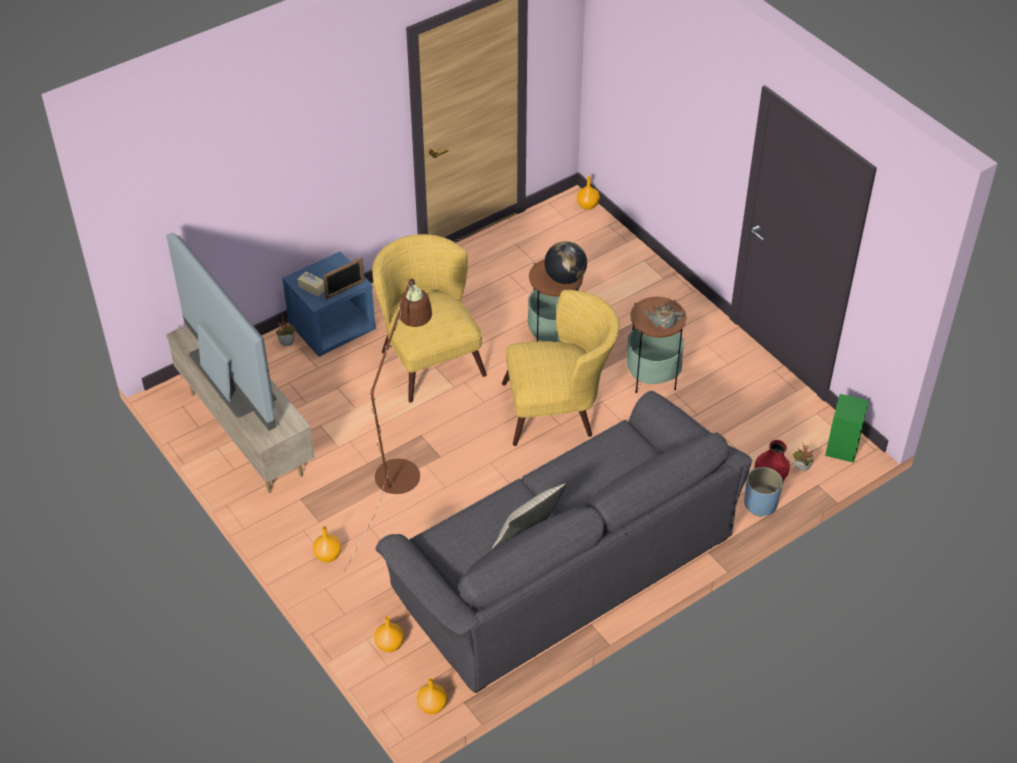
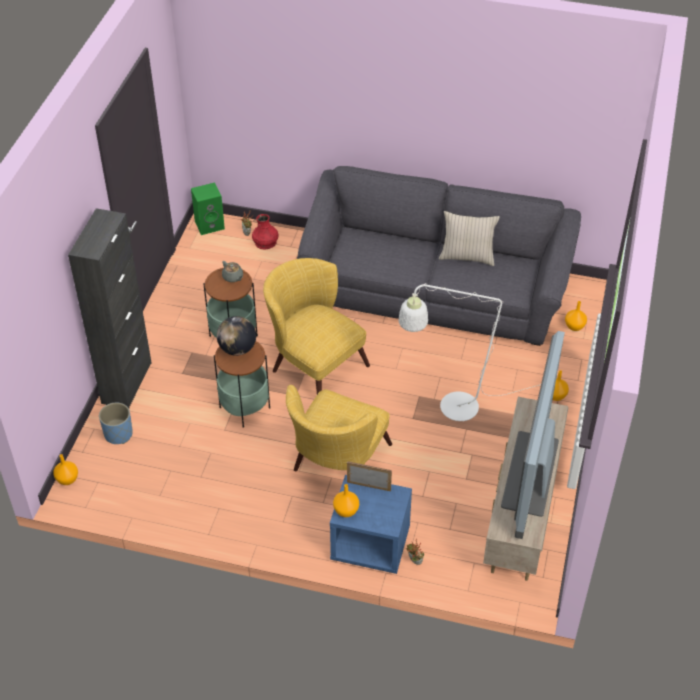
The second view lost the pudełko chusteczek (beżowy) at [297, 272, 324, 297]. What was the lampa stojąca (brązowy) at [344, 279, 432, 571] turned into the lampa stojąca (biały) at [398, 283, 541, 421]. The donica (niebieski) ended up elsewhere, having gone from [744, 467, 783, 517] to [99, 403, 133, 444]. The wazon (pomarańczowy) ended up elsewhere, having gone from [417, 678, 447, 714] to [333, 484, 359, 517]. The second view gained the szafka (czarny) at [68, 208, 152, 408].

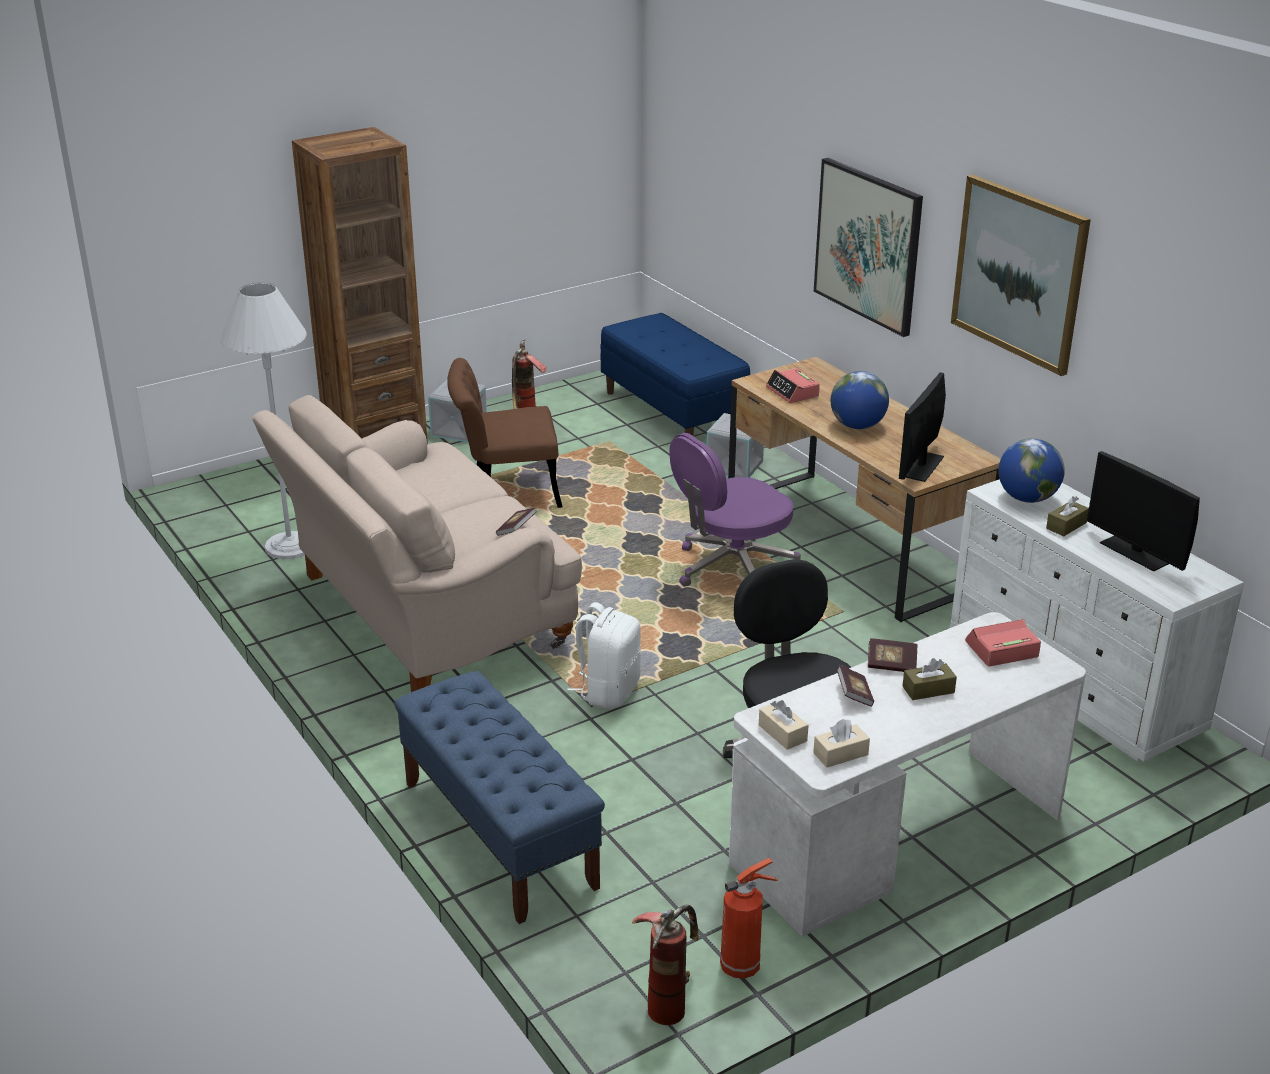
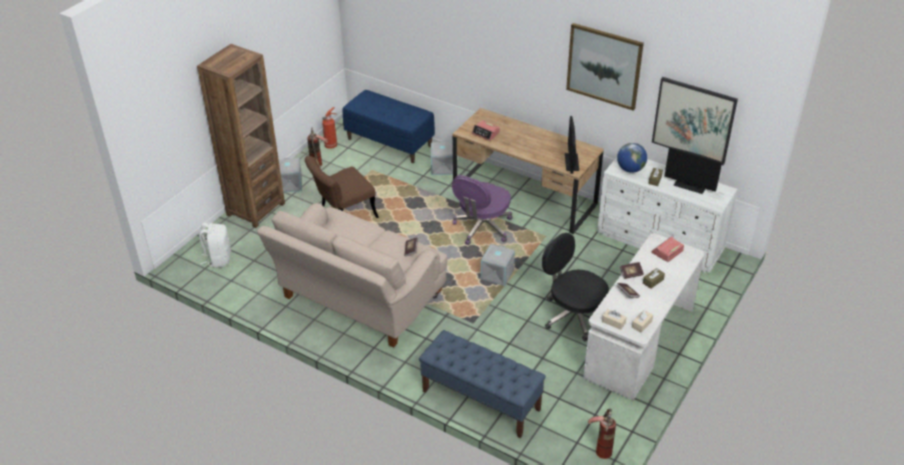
The obraz ended up elsewhere, having gone from [814, 158, 923, 337] to [652, 77, 738, 165]. The second view lost the lampa stojąca (biały) at [220, 283, 307, 559]. The second view lost the globus at [831, 371, 889, 429]. The plecak (biały) ended up elsewhere, having gone from [567, 602, 641, 709] to [199, 223, 231, 268]. The gaśnica ended up elsewhere, having gone from [720, 858, 778, 979] to [322, 107, 337, 149]. The second view gained the pojemnik do przechowywania (szary) at [480, 244, 515, 286].

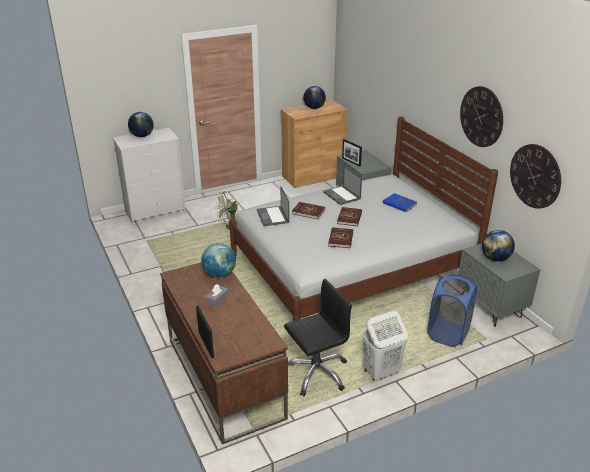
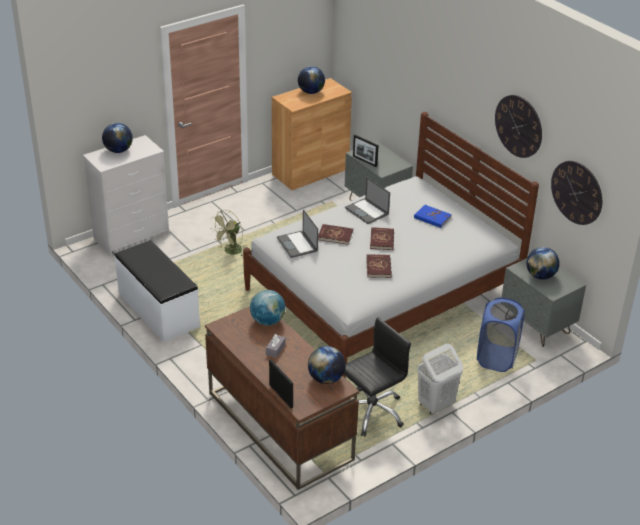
The second view gained the ławka (biały) at [115, 240, 200, 342]. The second view gained the globus at [308, 346, 346, 384].

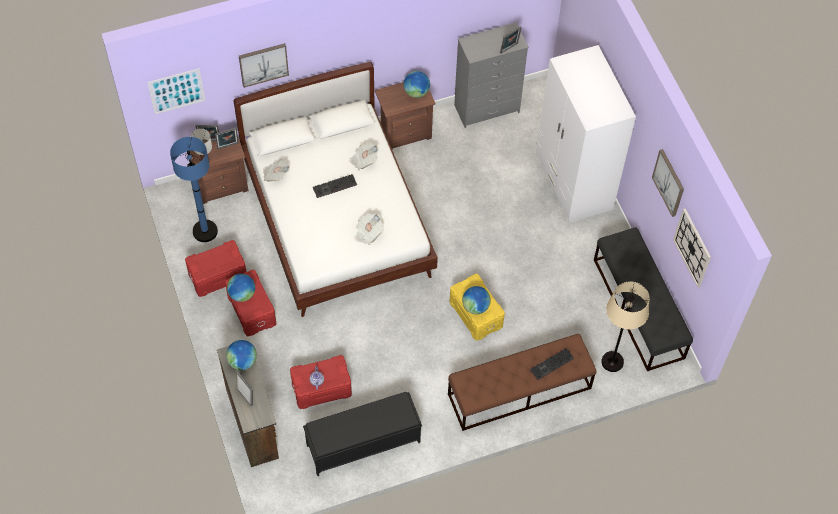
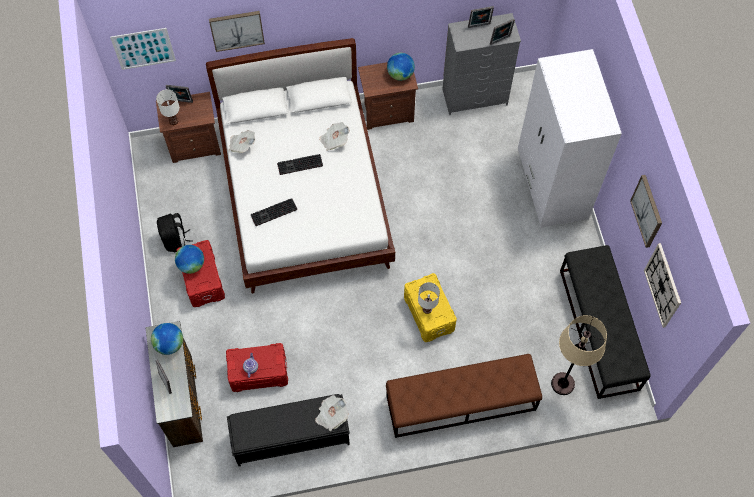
The ramka na zdjęcie ended up elsewhere, having gone from [215, 128, 238, 149] to [468, 6, 494, 28]. The second view lost the lampa stojąca (niebieski) at [170, 137, 218, 242]. The gazeta ended up elsewhere, having gone from [354, 213, 384, 245] to [315, 395, 348, 431]. Where the pojemnik do przechowywania (czerwony) stood at [185, 240, 246, 297], the plecak (czarny) came to stand at [157, 213, 193, 252]. Where the globus stood at [462, 286, 491, 314], the lampa stołowa (biały) came to stand at [418, 282, 440, 314]. The klawiatura ended up elsewhere, having gone from [530, 348, 574, 380] to [251, 198, 297, 226].

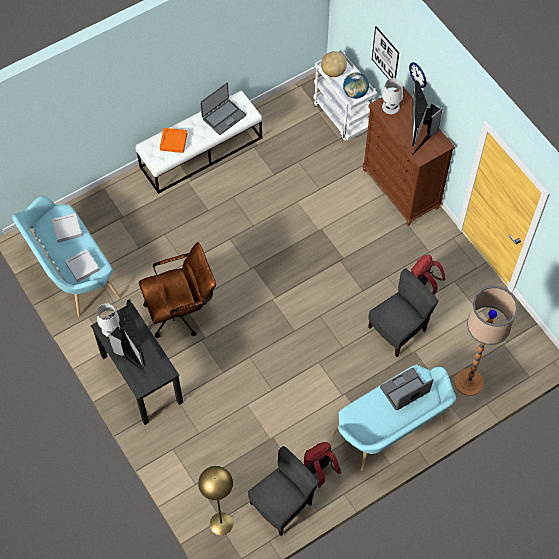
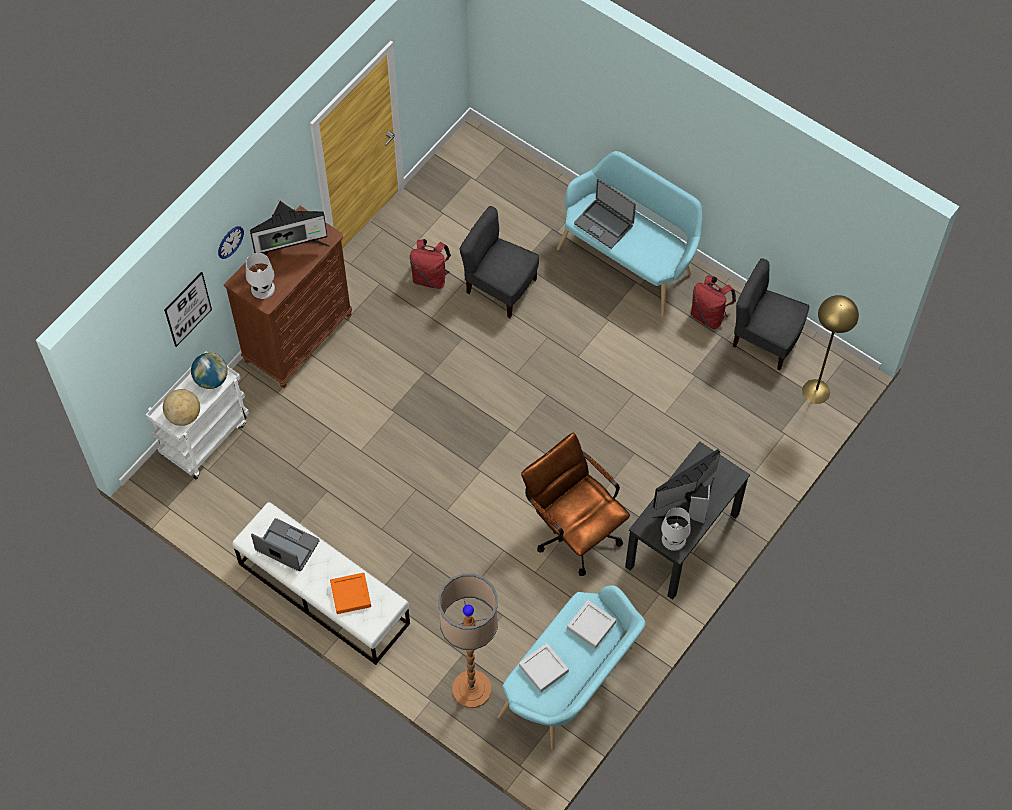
The lampa stojąca ended up elsewhere, having gone from [454, 286, 518, 396] to [438, 573, 498, 708].

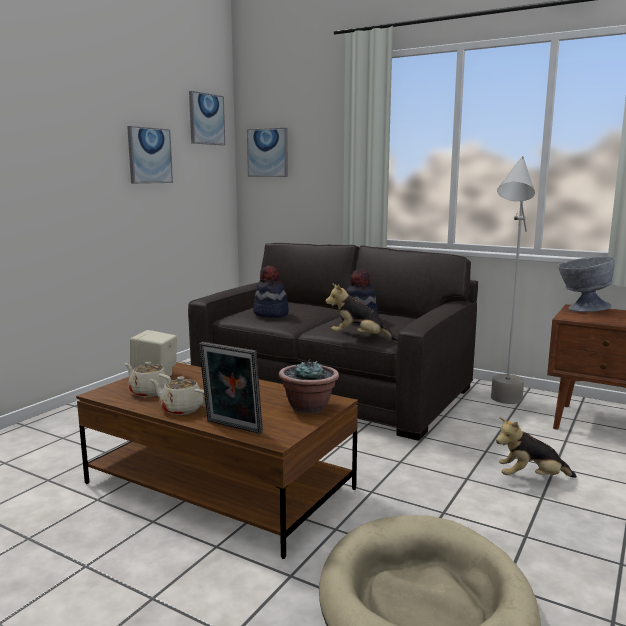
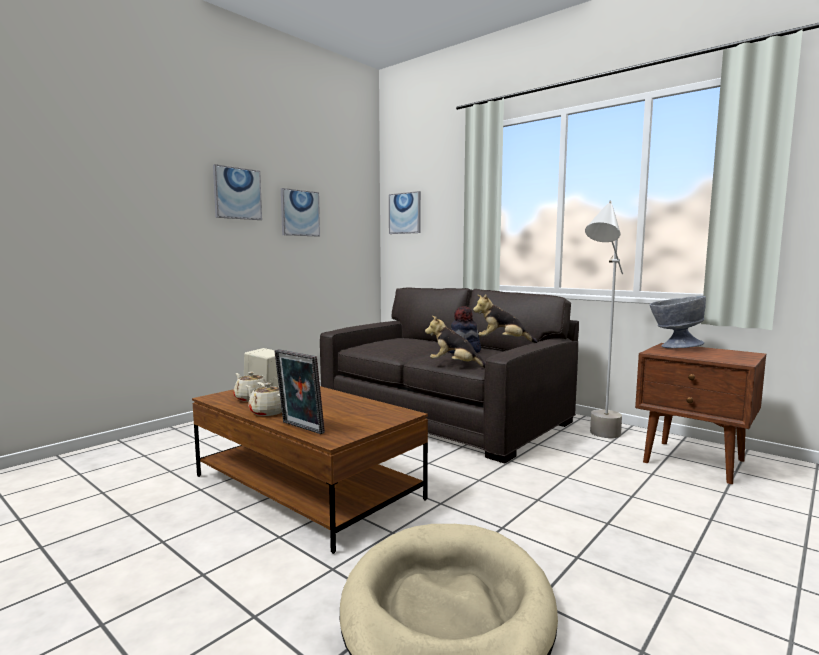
The obraz ended up elsewhere, having gone from [189, 91, 225, 145] to [213, 164, 262, 220]. The second view lost the kapelusz at [253, 265, 289, 318]. The second view lost the roślina doniczkowa at [278, 359, 339, 413]. The pluszak ended up elsewhere, having gone from [496, 417, 577, 478] to [473, 295, 538, 343].

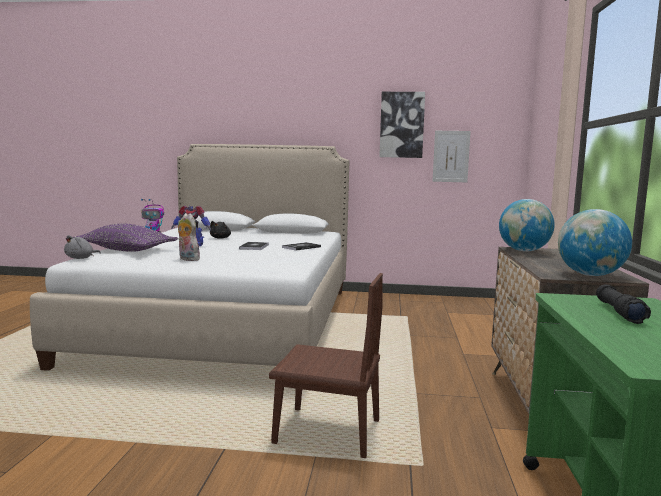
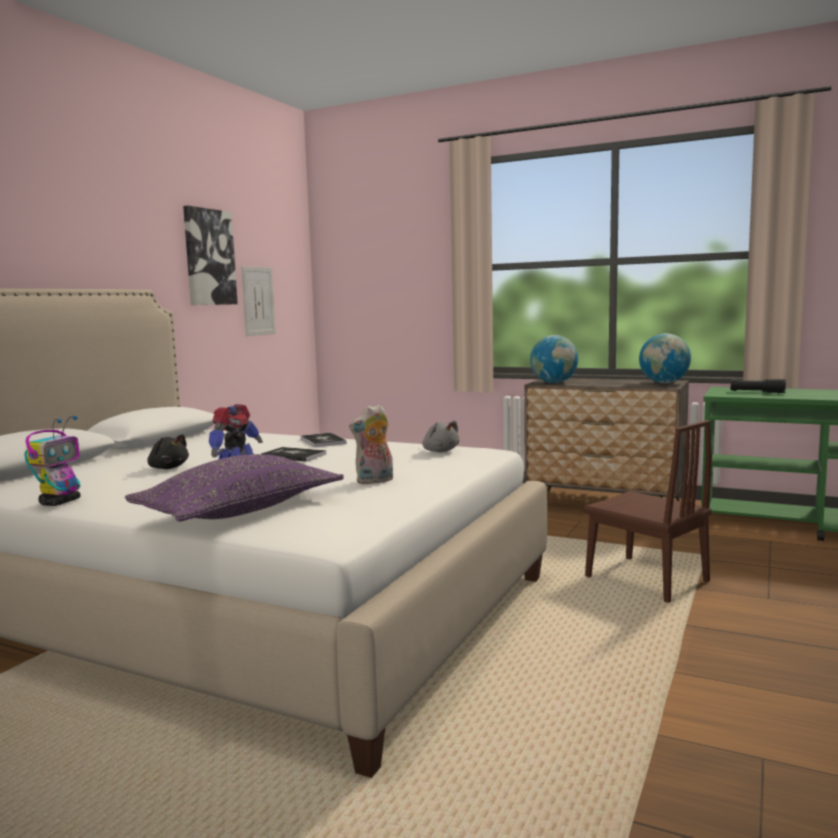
The pluszak (szary) ended up elsewhere, having gone from [64, 235, 101, 259] to [422, 421, 459, 452]. The krzesło (brązowy) at [269, 273, 383, 458] ended up facing another way, 105 degrees clockwise from before.

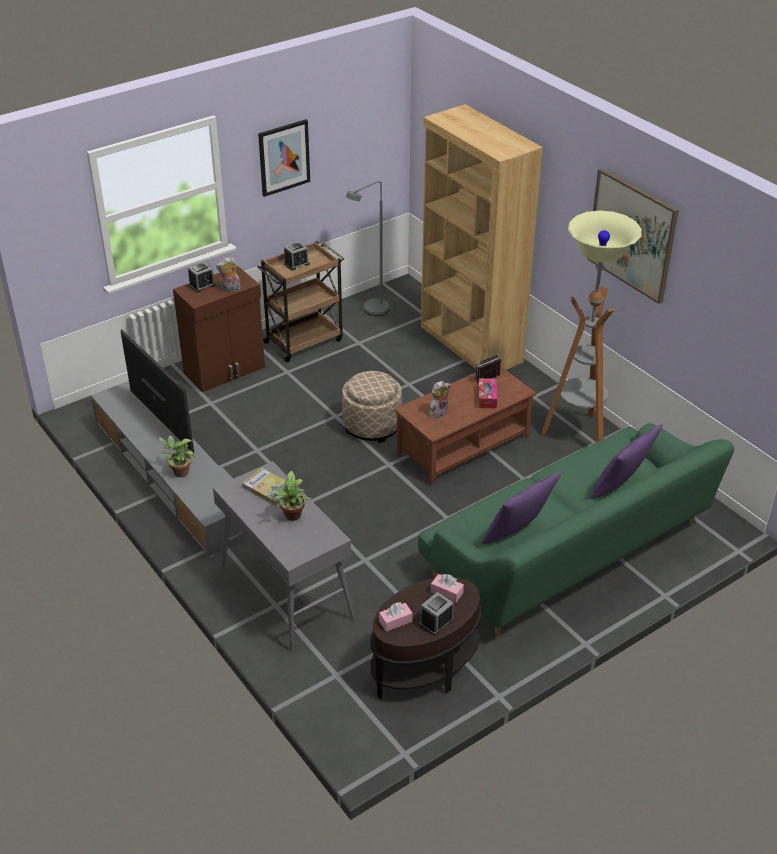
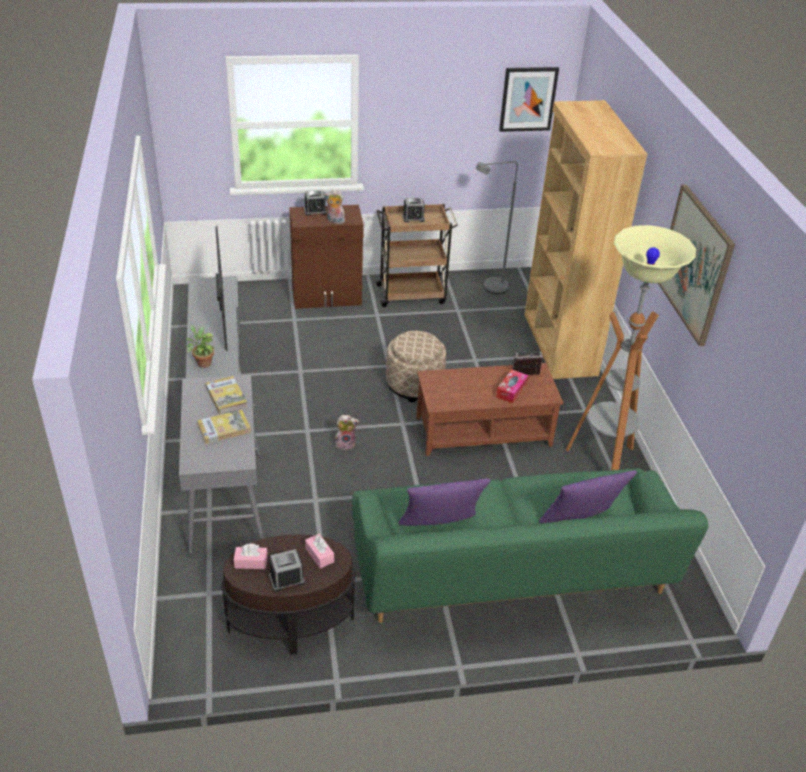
The obraz ended up elsewhere, having gone from [258, 119, 310, 197] to [499, 67, 559, 132]. The pluszak ended up elsewhere, having gone from [429, 381, 451, 418] to [335, 415, 359, 450]. Where the roślina doniczkowa stood at [271, 471, 312, 521], the książka came to stand at [197, 410, 251, 444].

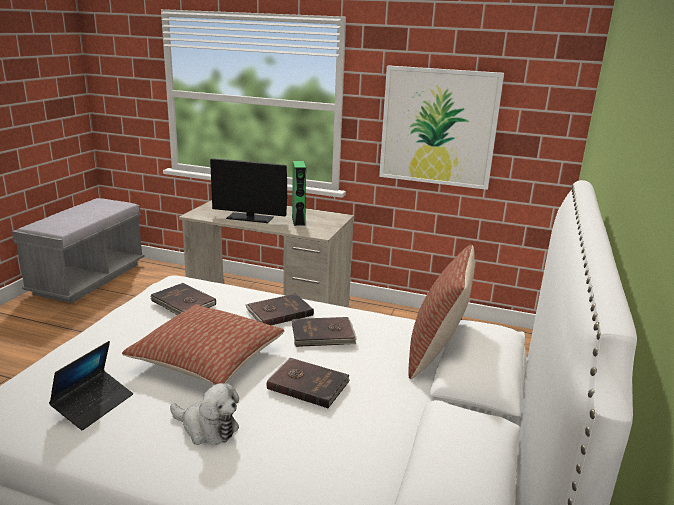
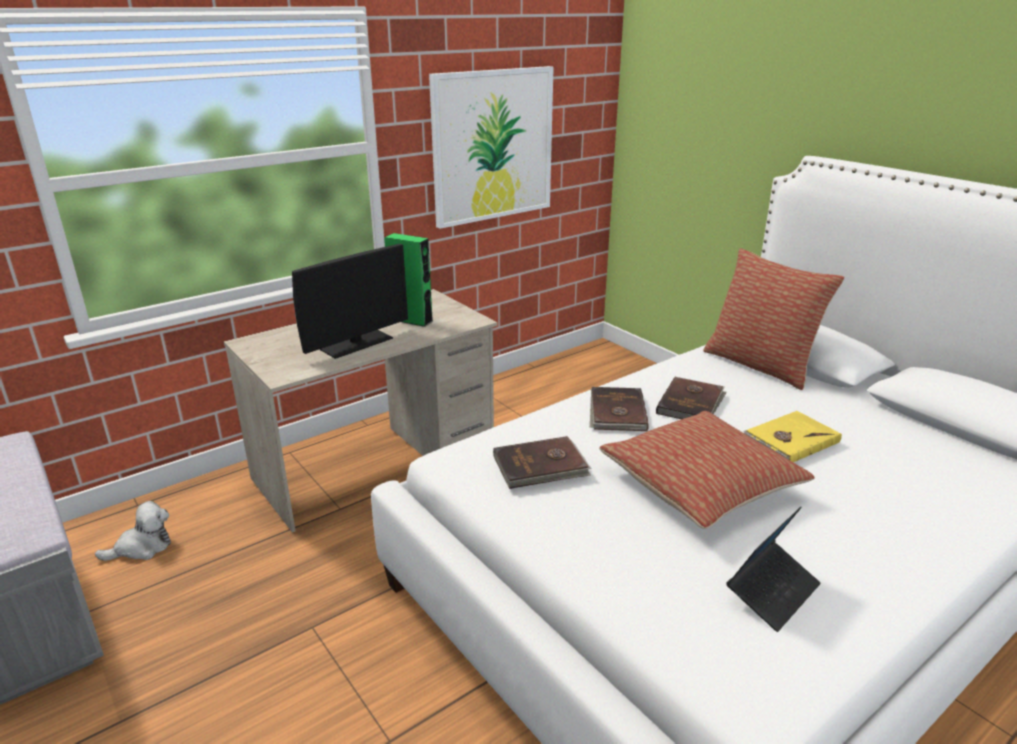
The laptop at [49, 341, 133, 430] ended up facing another way, 75 degrees clockwise from before. What was the książka (brązowy) at [267, 358, 350, 408] turned into the książka (żółty) at [743, 411, 842, 462]. The pluszak ended up elsewhere, having gone from [170, 383, 239, 445] to [95, 501, 171, 561].

